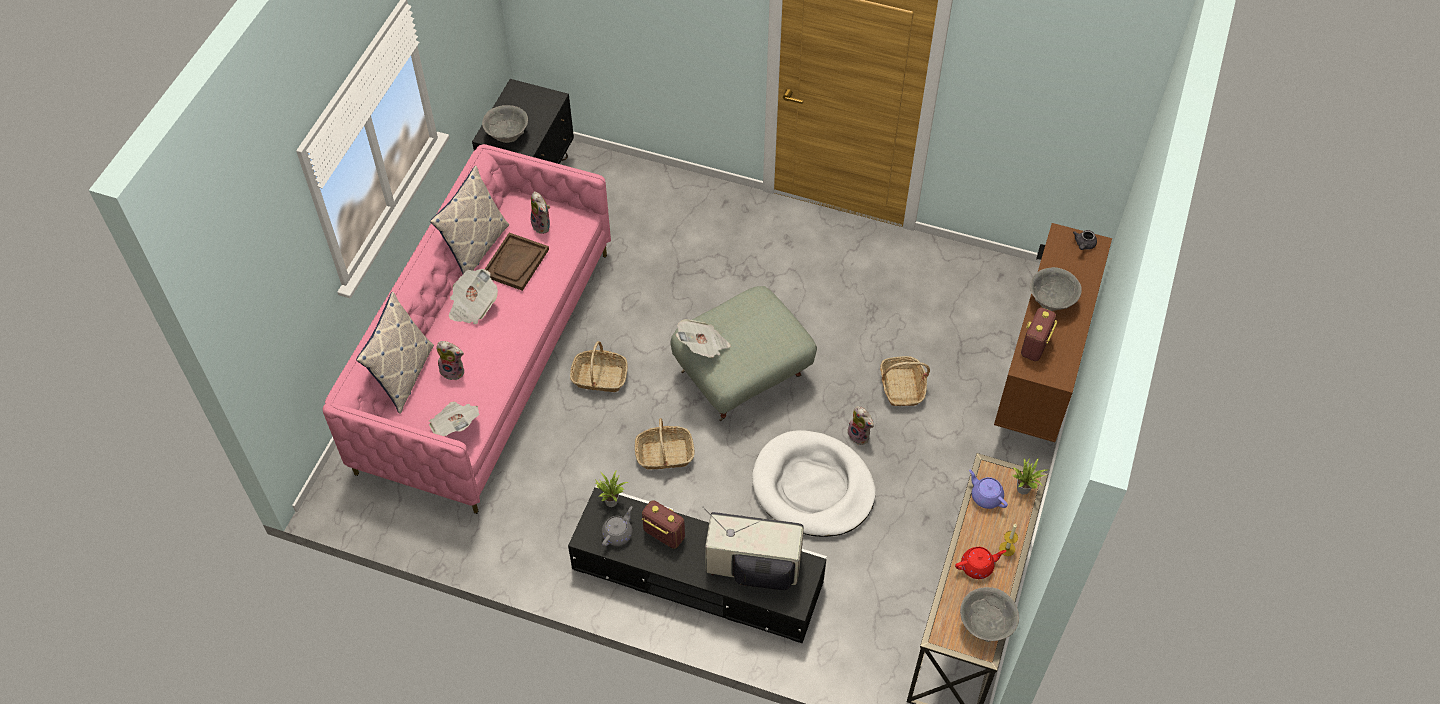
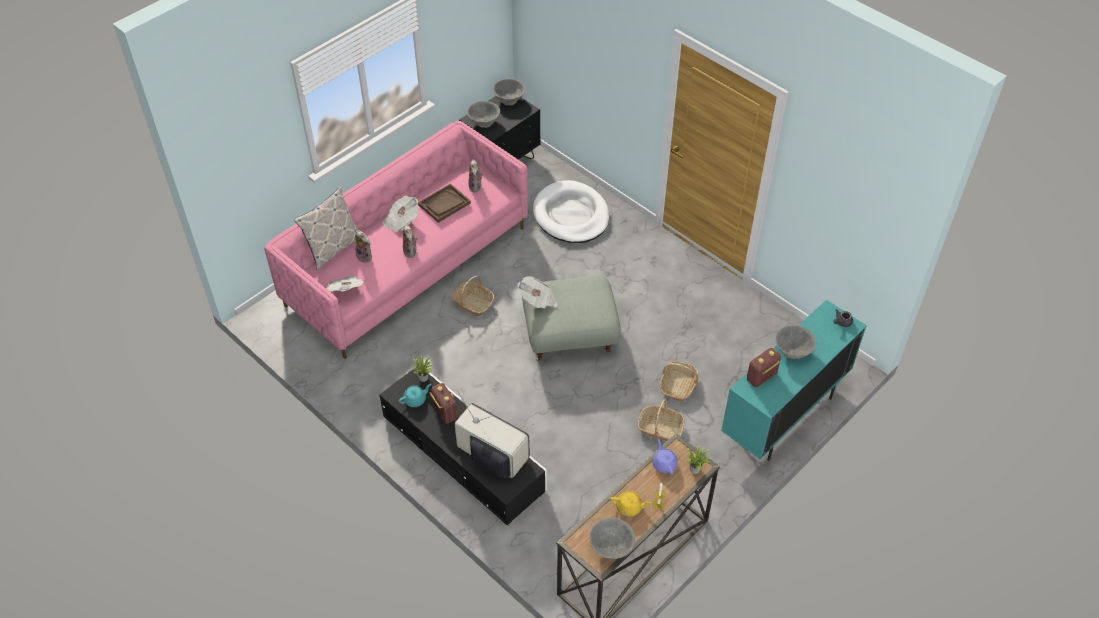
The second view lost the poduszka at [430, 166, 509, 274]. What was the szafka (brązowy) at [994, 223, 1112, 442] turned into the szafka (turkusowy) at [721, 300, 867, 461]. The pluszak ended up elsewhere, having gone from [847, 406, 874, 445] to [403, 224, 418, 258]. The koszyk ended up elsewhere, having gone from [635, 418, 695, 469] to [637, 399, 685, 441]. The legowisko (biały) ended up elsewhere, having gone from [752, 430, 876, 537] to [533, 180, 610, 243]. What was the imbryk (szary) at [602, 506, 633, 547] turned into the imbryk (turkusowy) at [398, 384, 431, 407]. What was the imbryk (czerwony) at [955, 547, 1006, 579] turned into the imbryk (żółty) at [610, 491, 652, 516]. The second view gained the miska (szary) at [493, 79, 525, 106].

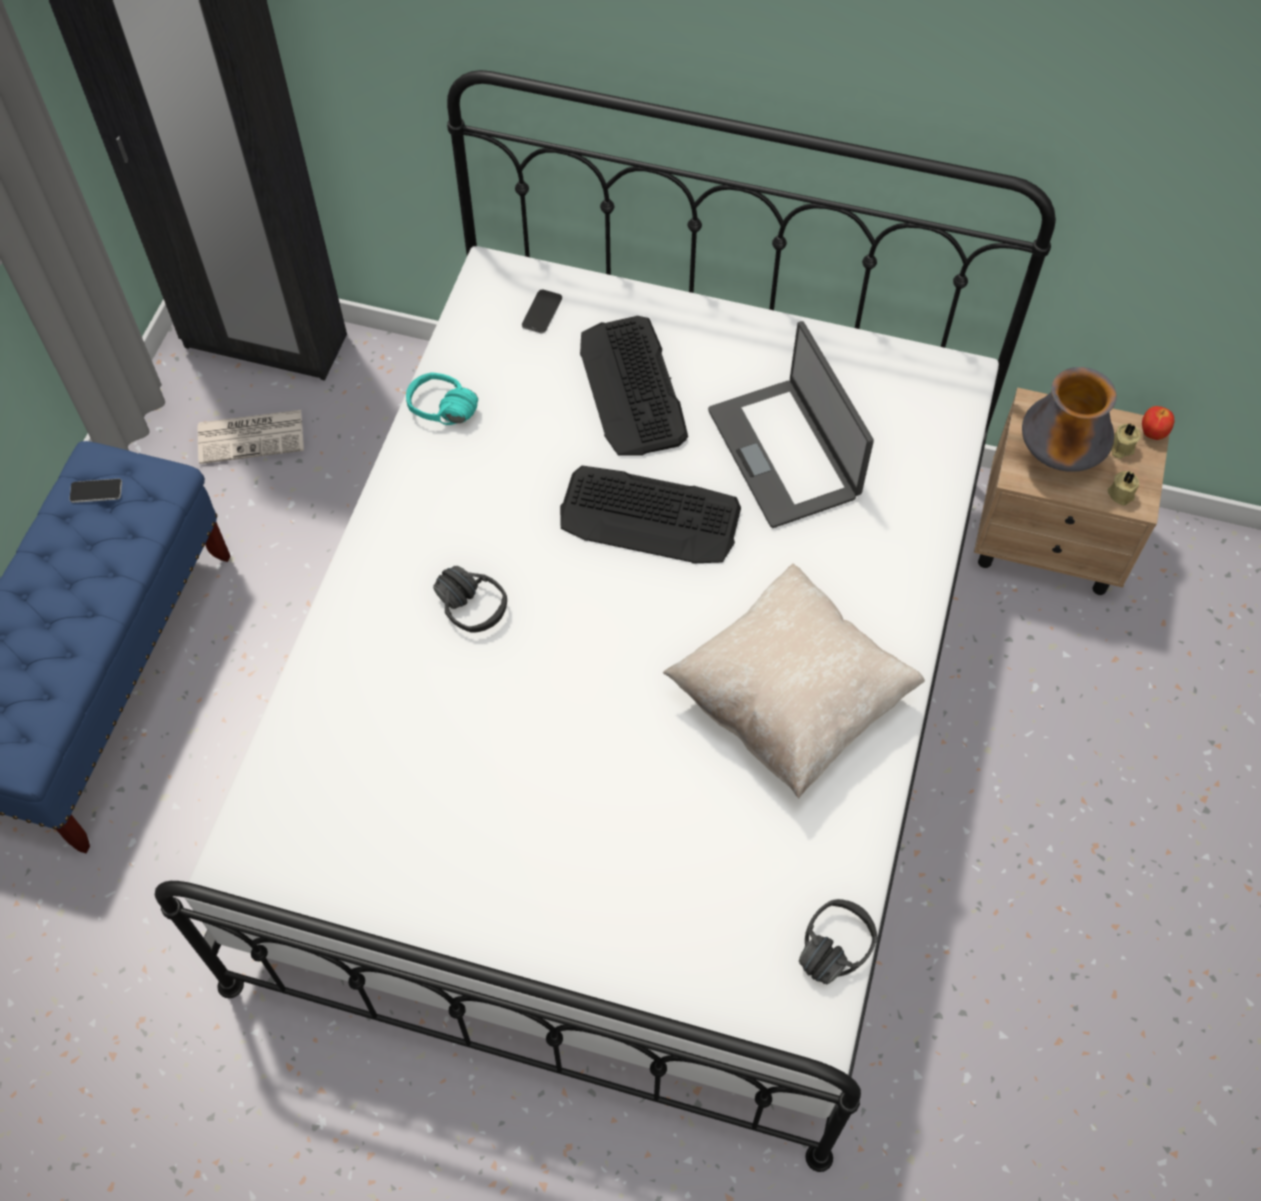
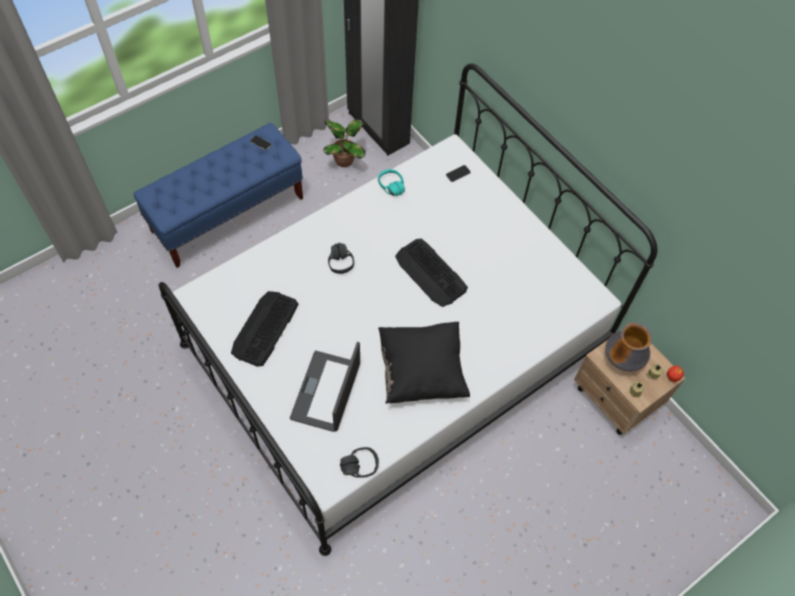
The klawiatura ended up elsewhere, having gone from [580, 316, 688, 456] to [231, 291, 298, 367]. The laptop ended up elsewhere, having gone from [708, 321, 874, 528] to [290, 342, 360, 432]. Where the gazeta stood at [198, 410, 304, 464], the roślina doniczkowa came to stand at [323, 119, 366, 167]. What was the poduszka (beżowy) at [662, 563, 925, 798] turned into the poduszka (czarny) at [378, 322, 470, 404].

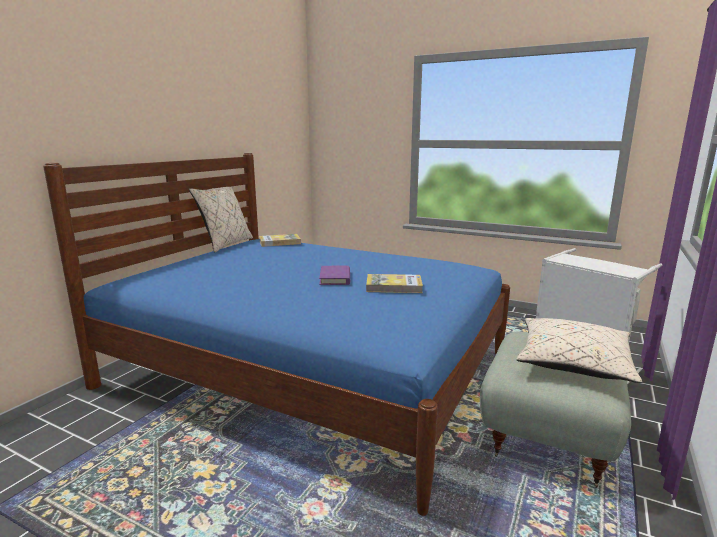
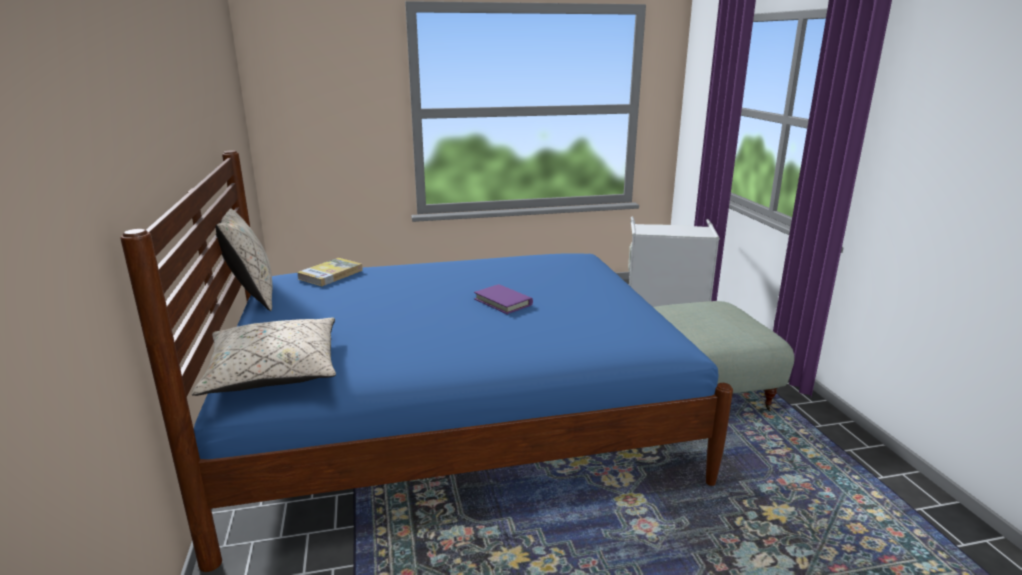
The second view lost the książka at [366, 274, 423, 293]. The poduszka (beżowy) ended up elsewhere, having gone from [516, 318, 642, 383] to [192, 318, 336, 396].

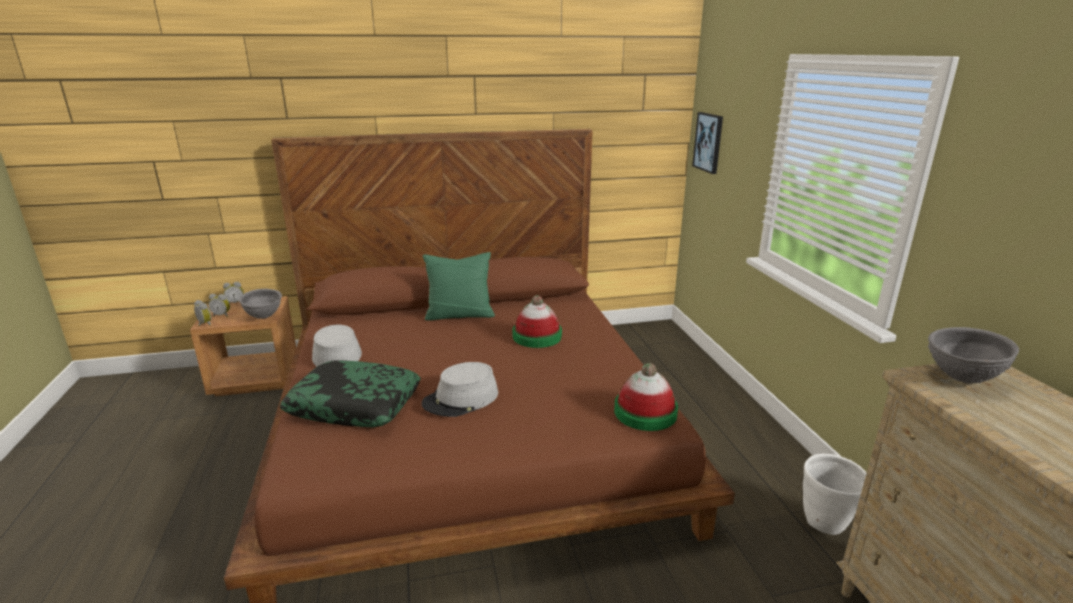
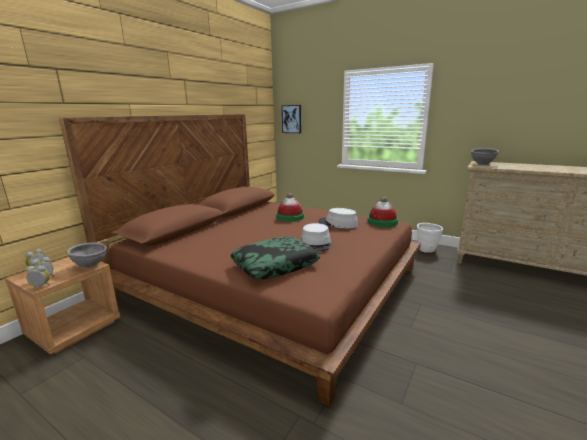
The second view lost the poduszka (zielony) at [423, 252, 495, 321]. The kapelusz (szary) ended up elsewhere, having gone from [312, 325, 362, 367] to [319, 208, 358, 228].

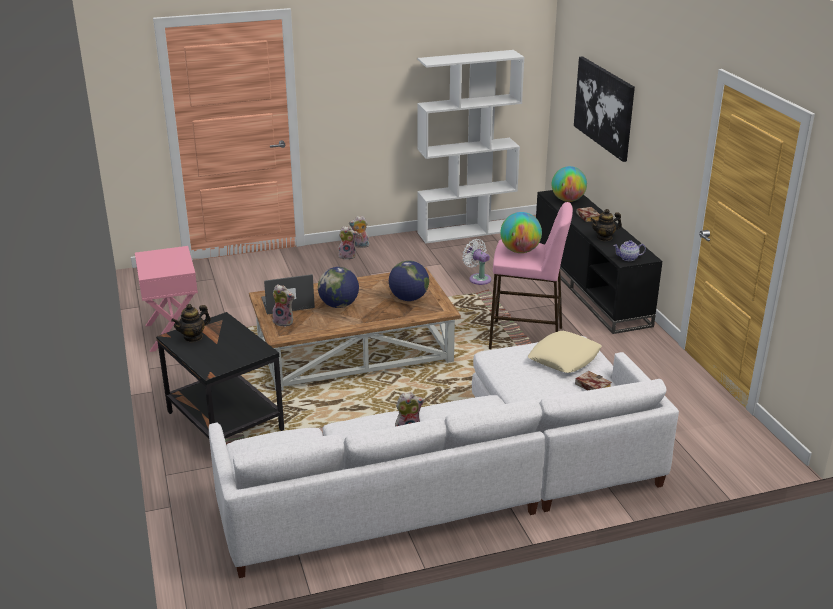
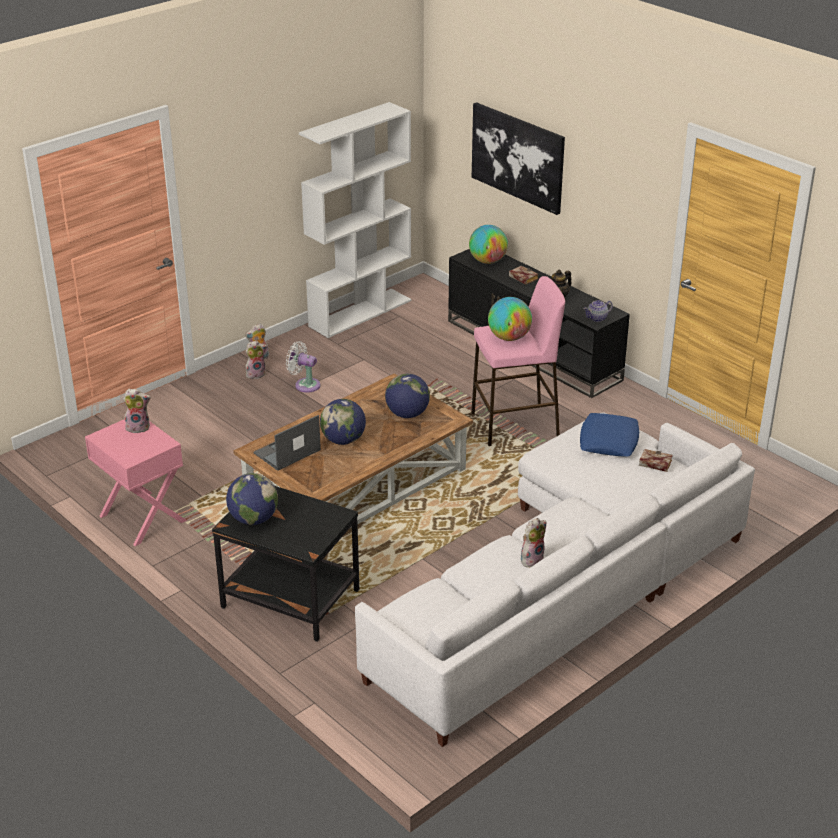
The wentylator (biały) ended up elsewhere, having gone from [462, 239, 491, 285] to [286, 341, 320, 393]. The pluszak ended up elsewhere, having gone from [272, 284, 295, 327] to [123, 388, 151, 434]. Where the imbryk stood at [171, 304, 211, 343], the globus came to stand at [226, 473, 278, 525]. What was the poduszka (beżowy) at [528, 331, 602, 373] turned into the poduszka (niebieski) at [580, 413, 639, 457].

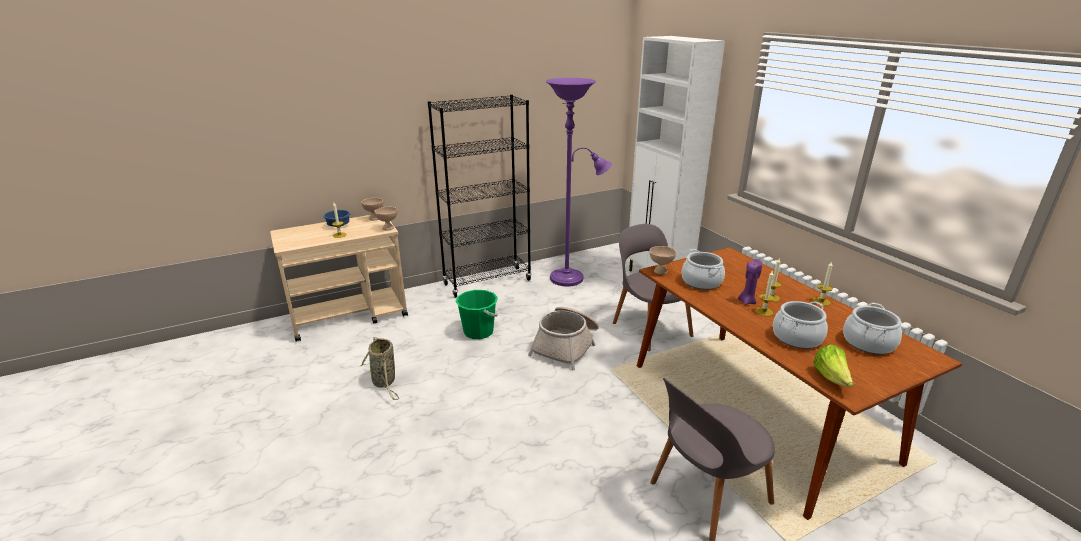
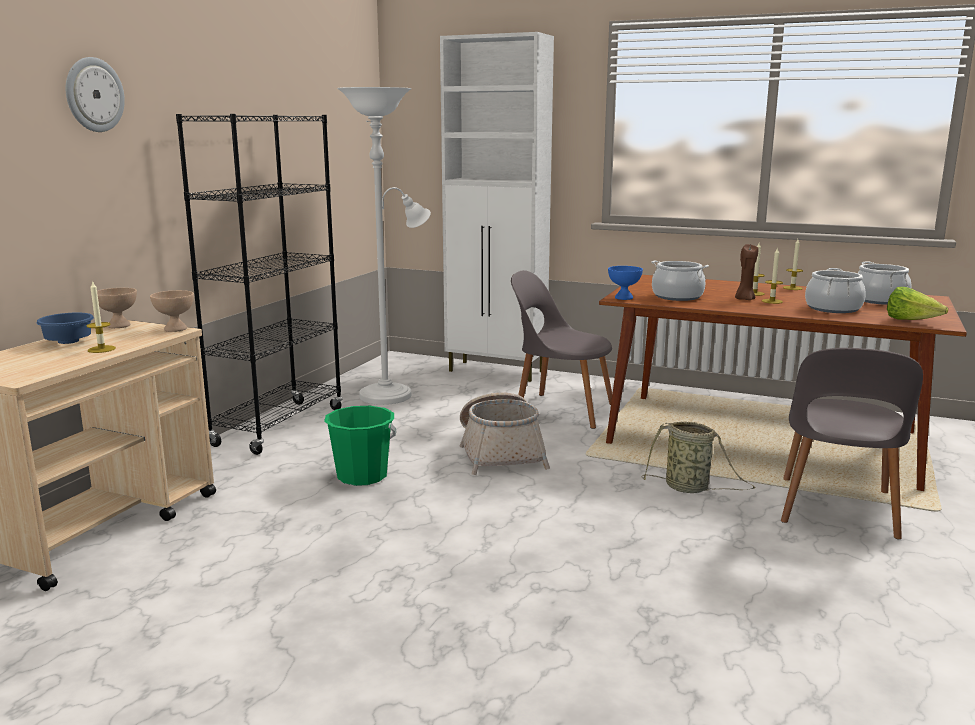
What was the lampa stojąca (fioletowy) at [546, 78, 612, 286] turned into the lampa stojąca (biały) at [337, 87, 431, 405]. What was the miska (beżowy) at [650, 246, 676, 275] turned into the miska (niebieski) at [608, 266, 643, 300]. What was the świeca (fioletowy) at [738, 259, 762, 305] turned into the świeca (brązowy) at [735, 244, 759, 300]. The koszyk ended up elsewhere, having gone from [360, 337, 399, 400] to [642, 421, 756, 493]. The second view gained the zegar ścienny at [66, 57, 125, 132].

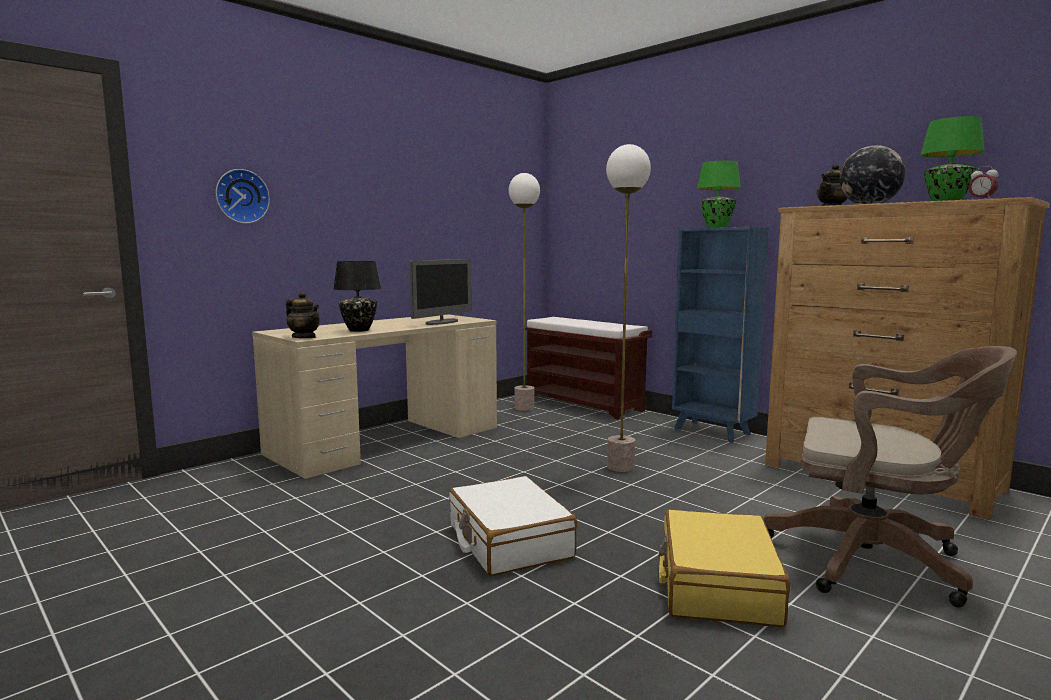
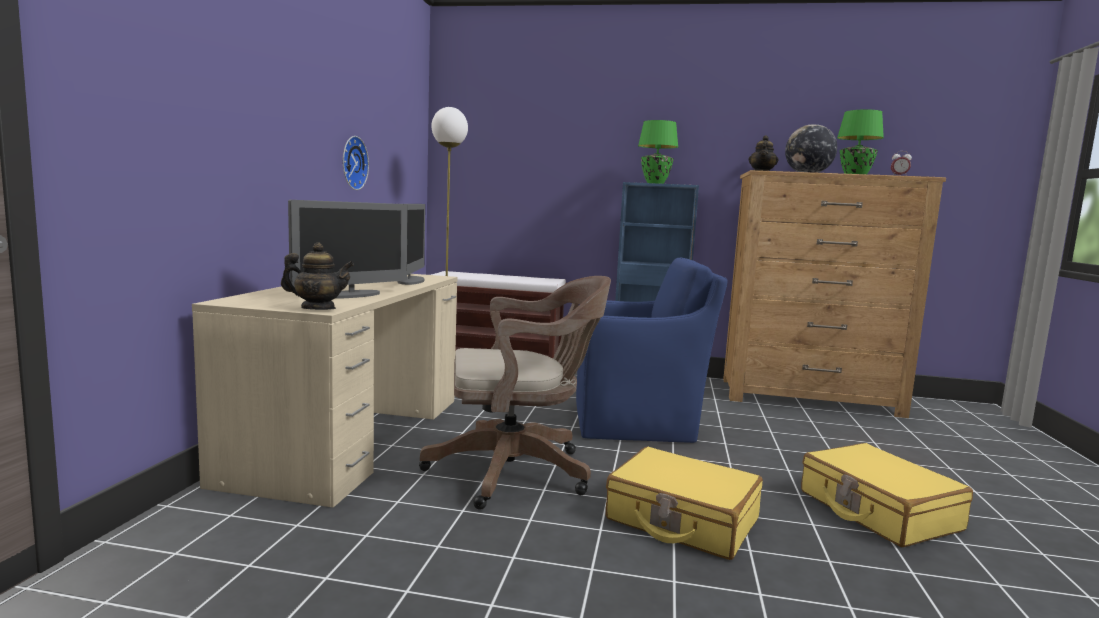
Where the lampa stojąca stood at [606, 144, 651, 472], the fotel (niebieski) came to stand at [576, 257, 728, 443]. The zegar ścienny ended up elsewhere, having gone from [216, 169, 270, 224] to [343, 136, 369, 190]. Where the lampa stołowa (czarny) stood at [334, 261, 381, 332], the monitor came to stand at [288, 200, 408, 299]. The krzesło biurowe (brązowy) ended up elsewhere, having gone from [764, 346, 1017, 607] to [419, 276, 611, 510]. What was the walizka (biały) at [449, 476, 577, 576] turned into the walizka (żółty) at [606, 447, 763, 560].

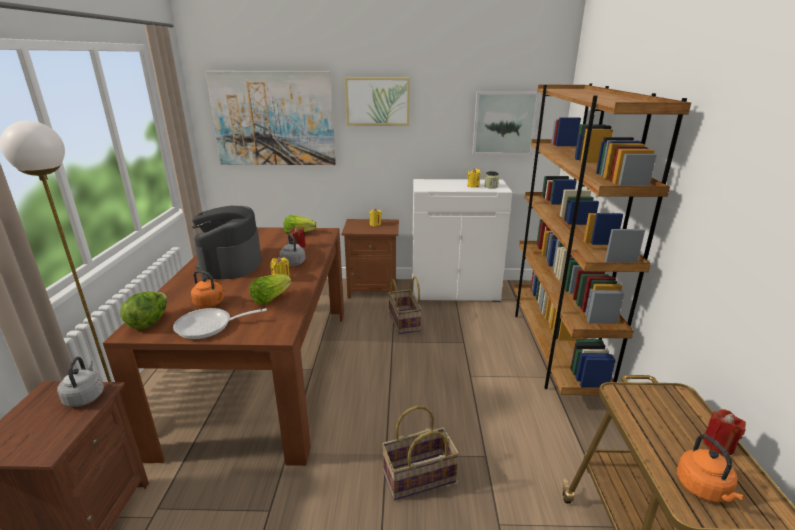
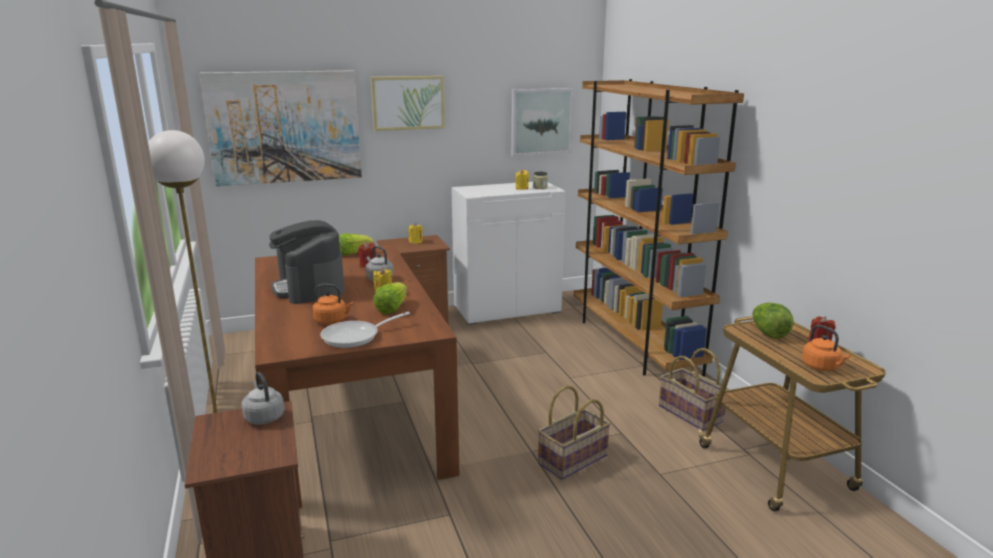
The koszyk ended up elsewhere, having gone from [388, 276, 422, 334] to [659, 348, 727, 431]. The sałata ended up elsewhere, having gone from [120, 292, 167, 329] to [752, 303, 793, 339].

